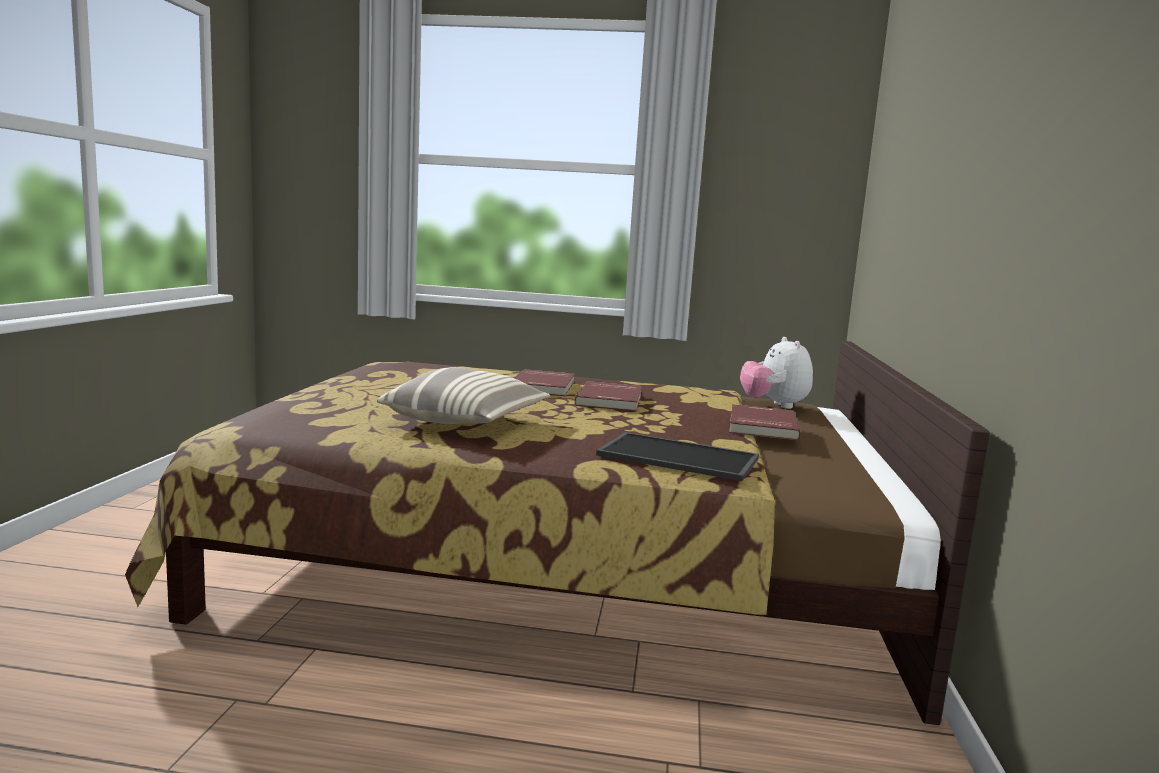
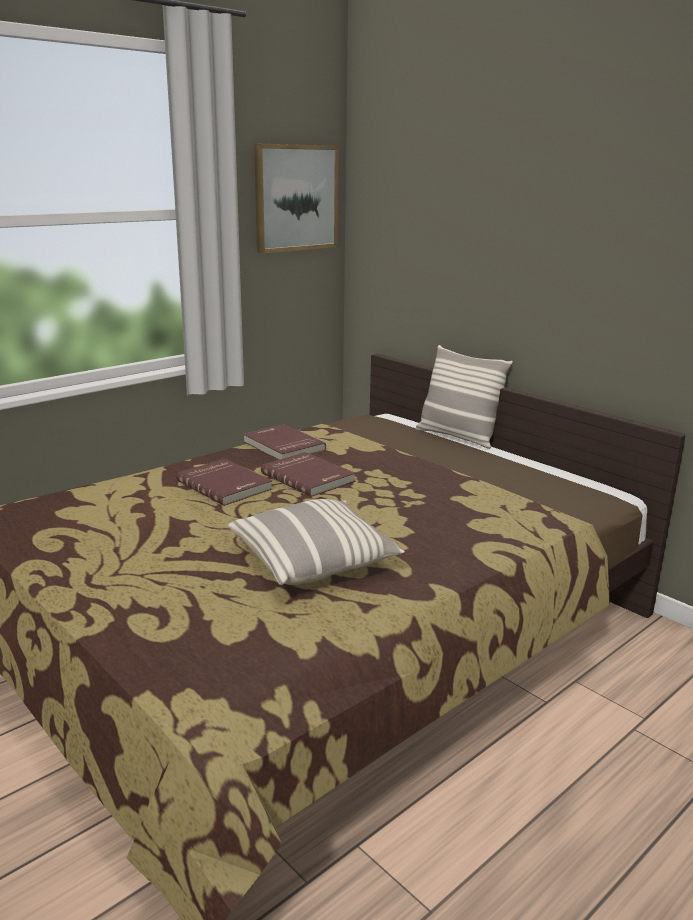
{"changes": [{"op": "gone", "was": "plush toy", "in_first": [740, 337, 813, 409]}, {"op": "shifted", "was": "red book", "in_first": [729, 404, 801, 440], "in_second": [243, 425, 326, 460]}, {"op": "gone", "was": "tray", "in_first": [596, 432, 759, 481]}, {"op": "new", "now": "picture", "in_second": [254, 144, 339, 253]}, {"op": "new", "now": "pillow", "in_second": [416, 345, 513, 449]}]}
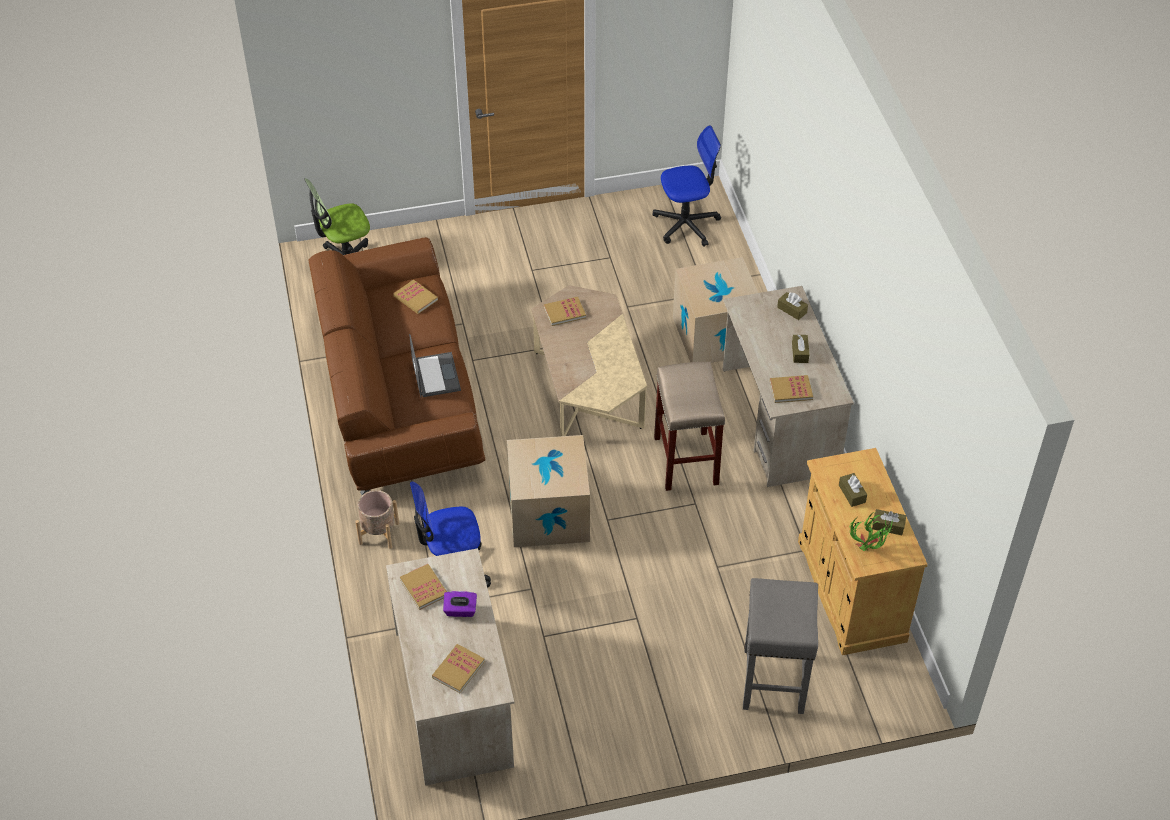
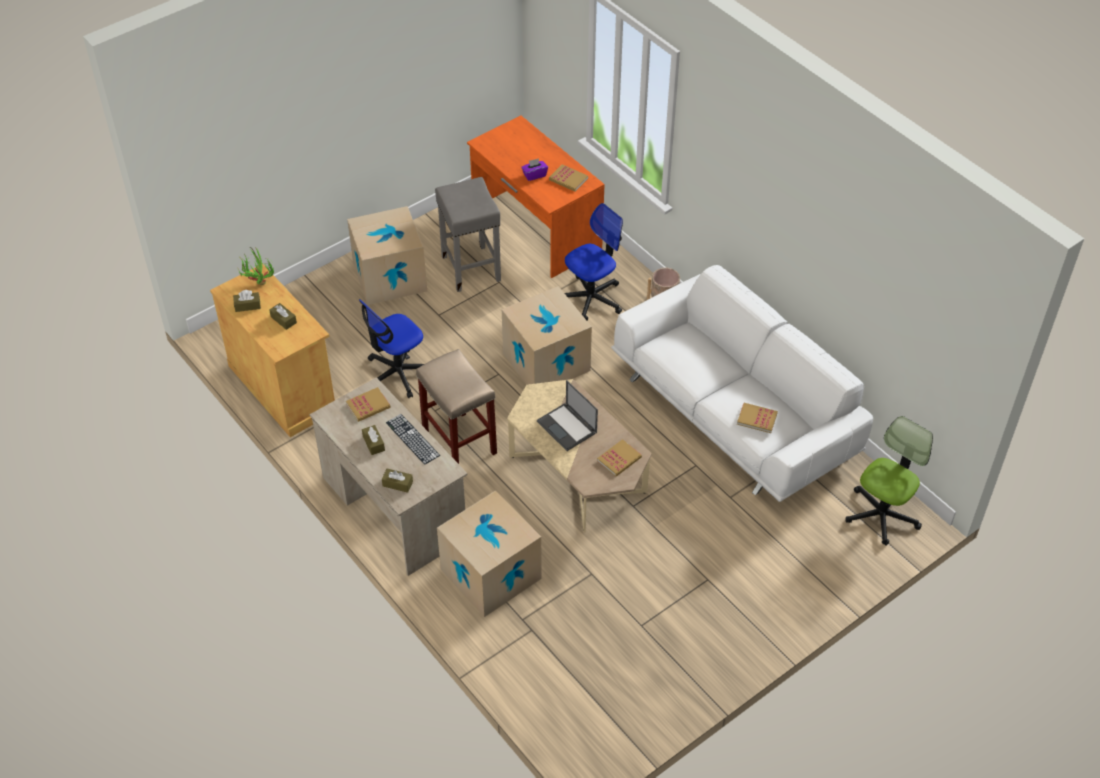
{"changes": [{"op": "shifted", "was": "office chair", "in_first": [652, 125, 721, 247], "in_second": [359, 299, 424, 398]}, {"op": "repainted", "was": "brown sofa", "now": "white sofa", "in_first": [308, 237, 486, 495], "in_second": [611, 265, 873, 502]}, {"op": "shifted", "was": "laptop", "in_first": [409, 334, 461, 398], "in_second": [537, 380, 598, 451]}, {"op": "repainted", "was": "beige desk", "now": "orange desk", "in_first": [386, 548, 514, 786], "in_second": [467, 116, 605, 278]}, {"op": "shifted", "was": "grey stool", "in_first": [743, 578, 818, 714], "in_second": [435, 177, 501, 292]}, {"op": "gone", "was": "book", "in_first": [432, 644, 485, 693]}, {"op": "new", "now": "cardboard box", "in_second": [347, 206, 427, 305]}, {"op": "new", "now": "keyboard", "in_second": [386, 414, 440, 465]}]}
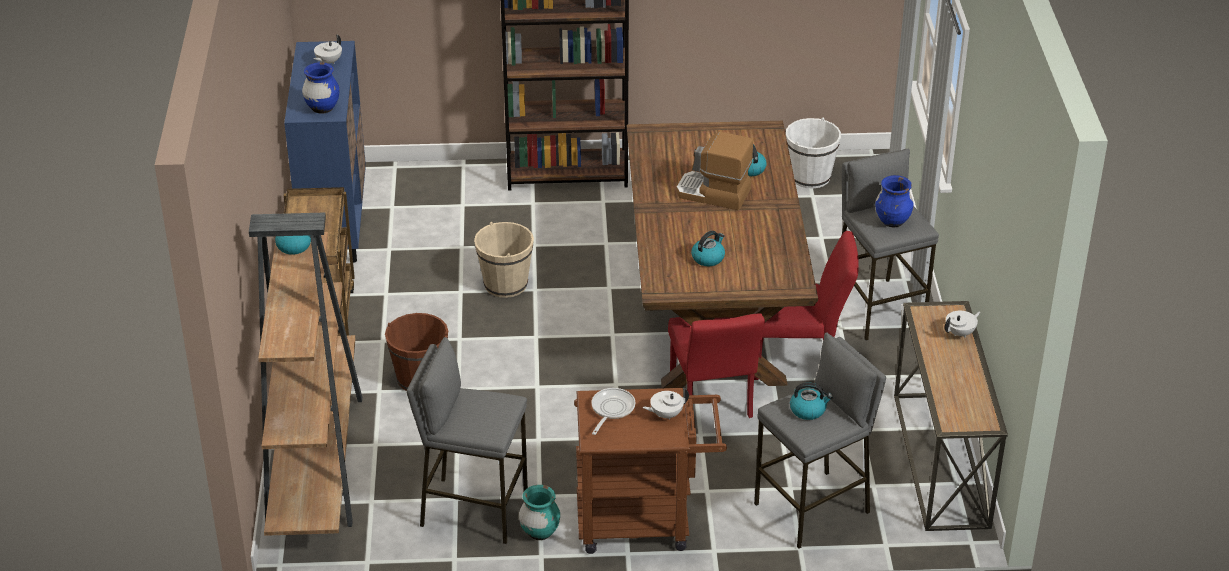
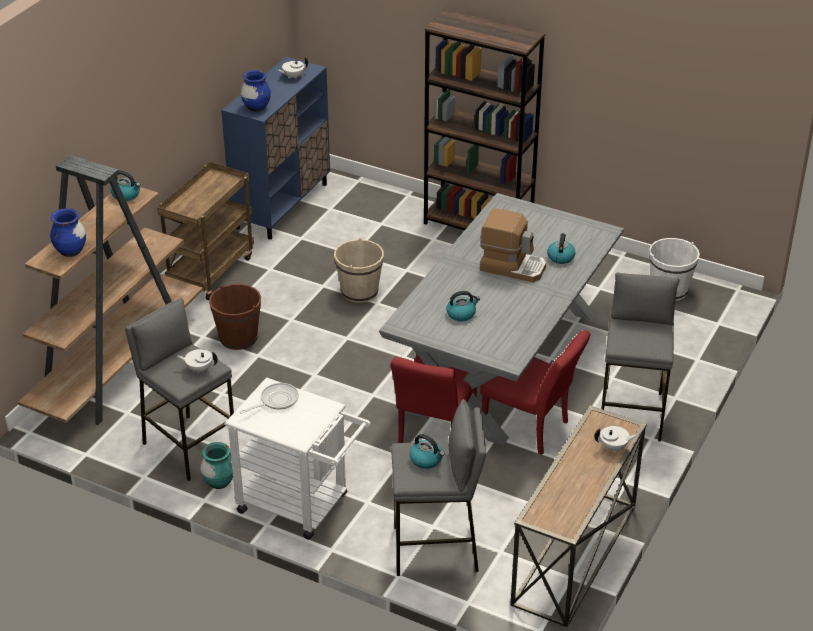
{"changes": [{"op": "repainted", "was": "brown dining table", "now": "grey dining table", "in_first": [627, 121, 818, 388], "in_second": [379, 193, 624, 446]}, {"op": "rotated", "was": "coffee machine", "in_first": [676, 132, 753, 210], "in_second": [480, 208, 546, 282], "clockwise": 150}, {"op": "shifted", "was": "blue vase", "in_first": [875, 175, 914, 227], "in_second": [50, 208, 86, 257]}, {"op": "repainted", "was": "brown cart", "now": "white cart", "in_first": [574, 388, 727, 554], "in_second": [224, 377, 371, 540]}, {"op": "shifted", "was": "white teapot", "in_first": [643, 388, 689, 420], "in_second": [178, 349, 218, 374]}]}
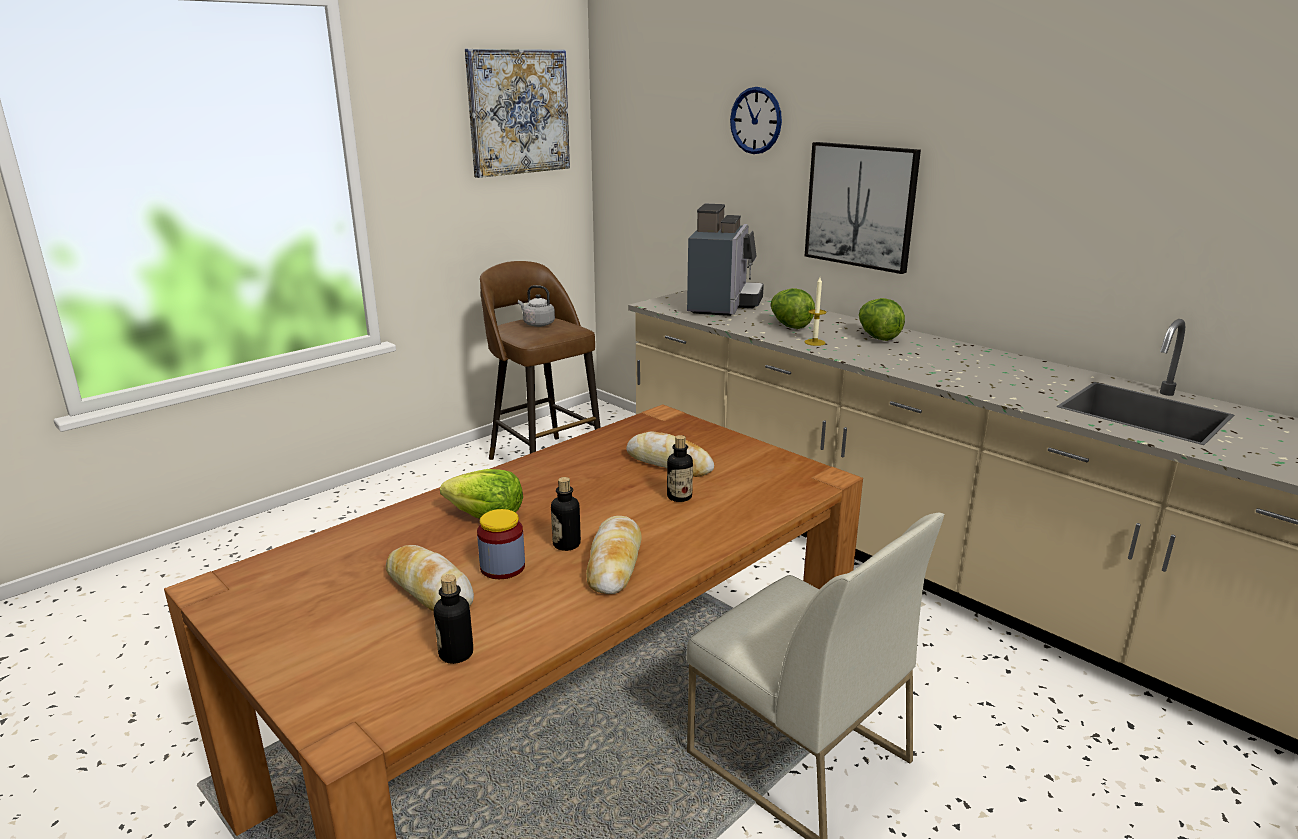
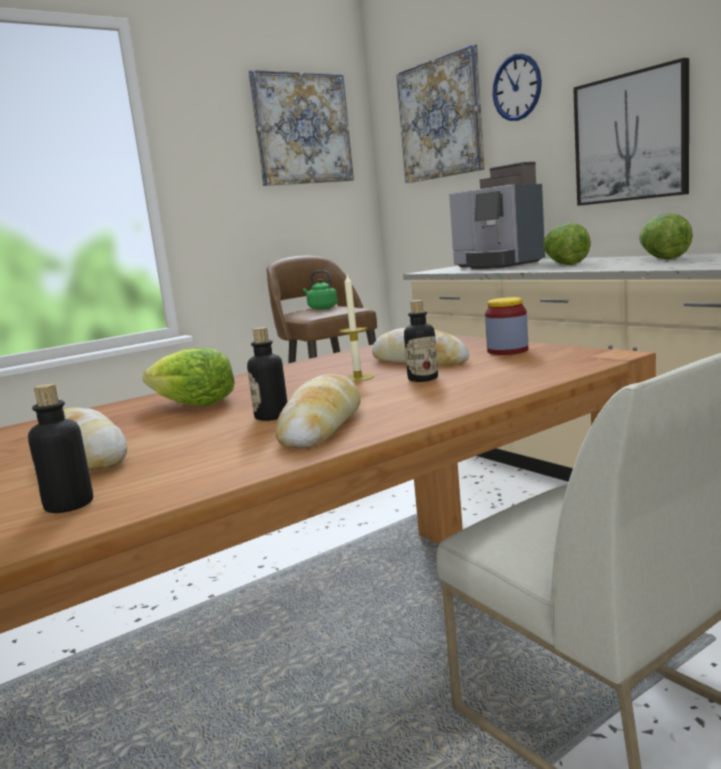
{"changes": [{"op": "rotated", "was": "coffee machine", "in_first": [687, 204, 764, 316], "in_second": [449, 162, 545, 269], "clockwise": 120}, {"op": "shifted", "was": "candle", "in_first": [804, 277, 826, 346], "in_second": [339, 275, 374, 382]}, {"op": "repainted", "was": "grey kettle", "now": "green kettle", "in_first": [518, 285, 555, 327], "in_second": [303, 270, 338, 309]}, {"op": "shifted", "was": "jar", "in_first": [477, 509, 525, 579], "in_second": [485, 297, 528, 355]}, {"op": "new", "now": "picture", "in_second": [396, 44, 485, 183]}]}
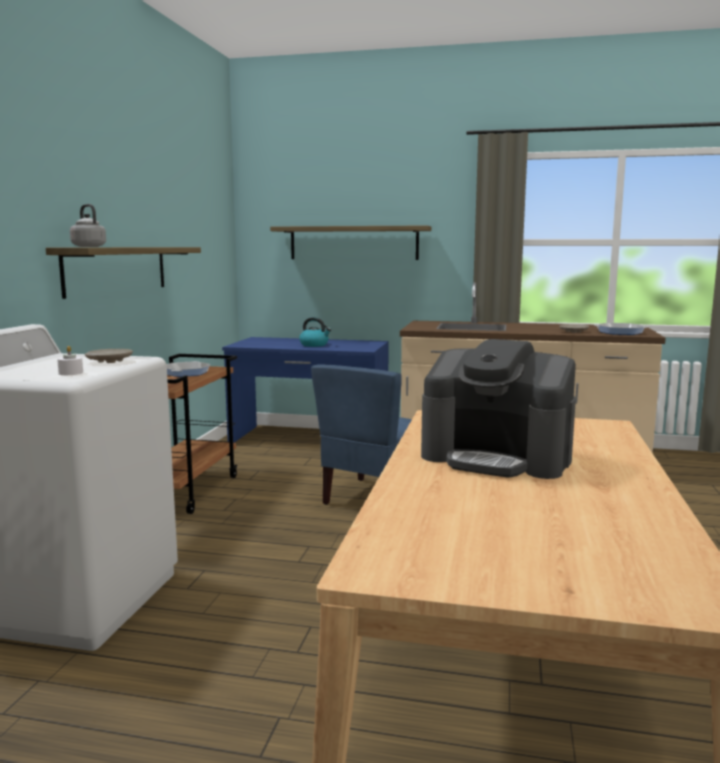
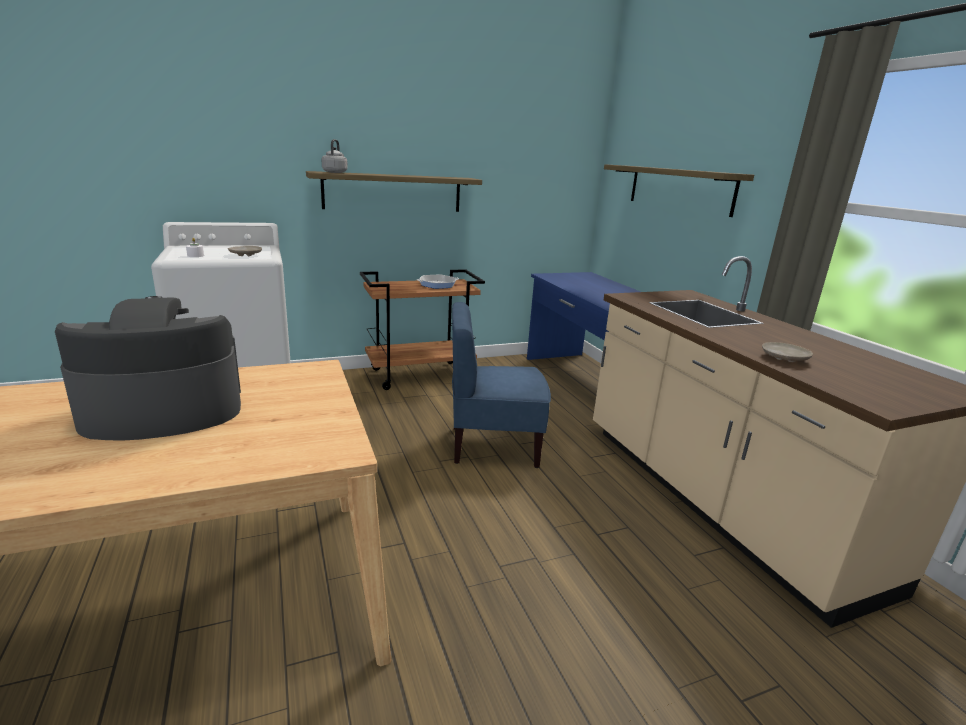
{"changes": [{"op": "gone", "was": "kettle", "in_first": [299, 317, 331, 347]}, {"op": "gone", "was": "frying pan", "in_first": [594, 323, 649, 335]}, {"op": "rotated", "was": "coffee machine", "in_first": [421, 339, 576, 479], "in_second": [55, 296, 241, 440], "clockwise": 75}]}
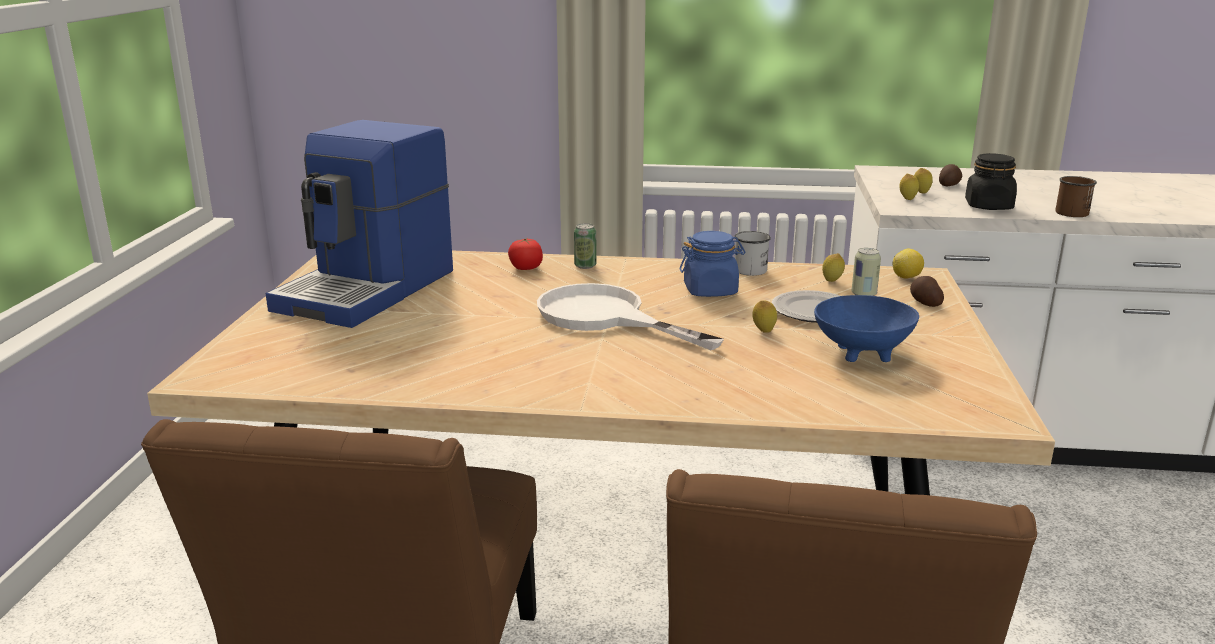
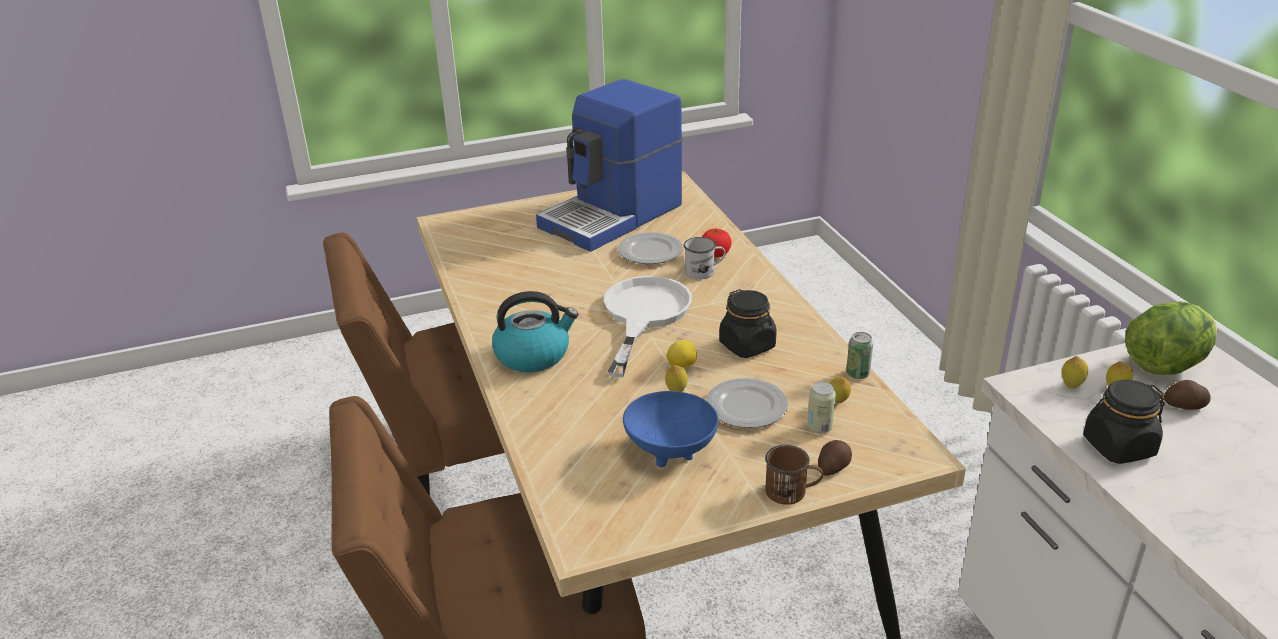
{"changes": [{"op": "rotated", "was": "coffee machine", "in_first": [266, 120, 453, 328], "in_second": [536, 79, 683, 252], "clockwise": -45}, {"op": "shifted", "was": "brown mug", "in_first": [1055, 176, 1097, 217], "in_second": [765, 445, 823, 505]}, {"op": "shifted", "was": "can", "in_first": [574, 223, 596, 269], "in_second": [846, 332, 873, 379]}, {"op": "repainted", "was": "blue jar", "now": "black jar", "in_first": [680, 231, 745, 297], "in_second": [719, 289, 777, 358]}, {"op": "shifted", "was": "white mug", "in_first": [734, 231, 771, 276], "in_second": [684, 237, 726, 280]}, {"op": "shifted", "was": "lemon", "in_first": [893, 249, 924, 279], "in_second": [667, 340, 697, 368]}, {"op": "new", "now": "plate", "in_second": [618, 232, 683, 264]}, {"op": "new", "now": "kettle", "in_second": [492, 291, 579, 373]}, {"op": "new", "now": "lettuce", "in_second": [1125, 302, 1217, 375]}]}
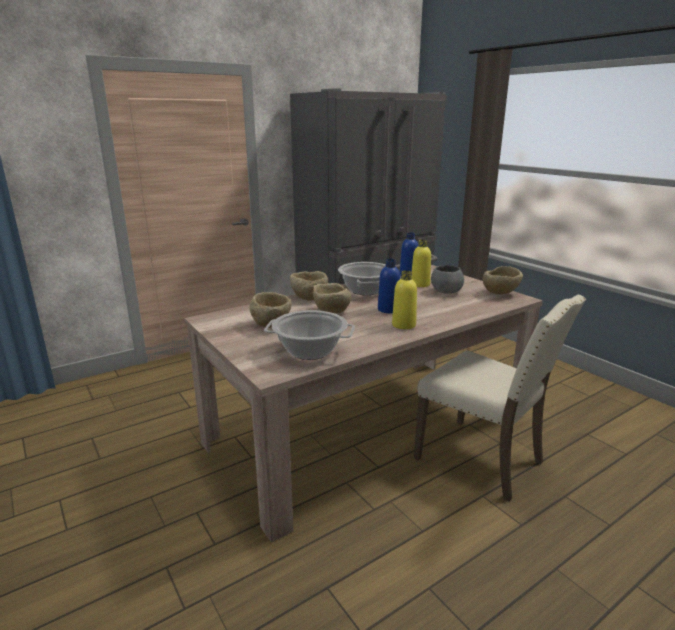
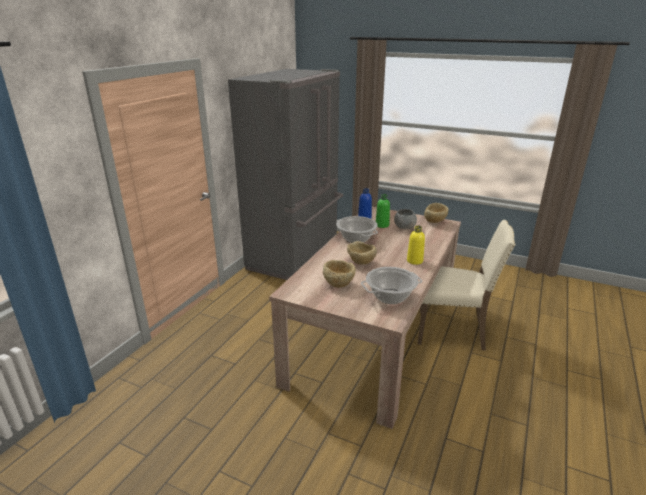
{"changes": [{"op": "repainted", "was": "yellow bottle", "now": "green bottle", "in_first": [412, 240, 431, 287], "in_second": [376, 194, 390, 228]}, {"op": "gone", "was": "blue bottle", "in_first": [378, 259, 400, 313]}, {"op": "gone", "was": "beige bowl", "in_first": [290, 271, 328, 301]}]}
